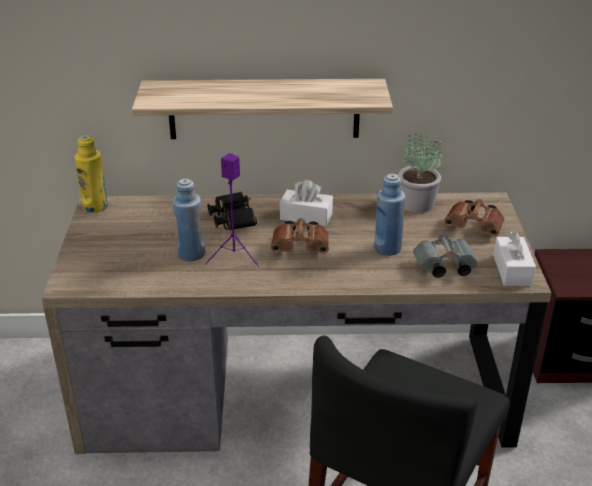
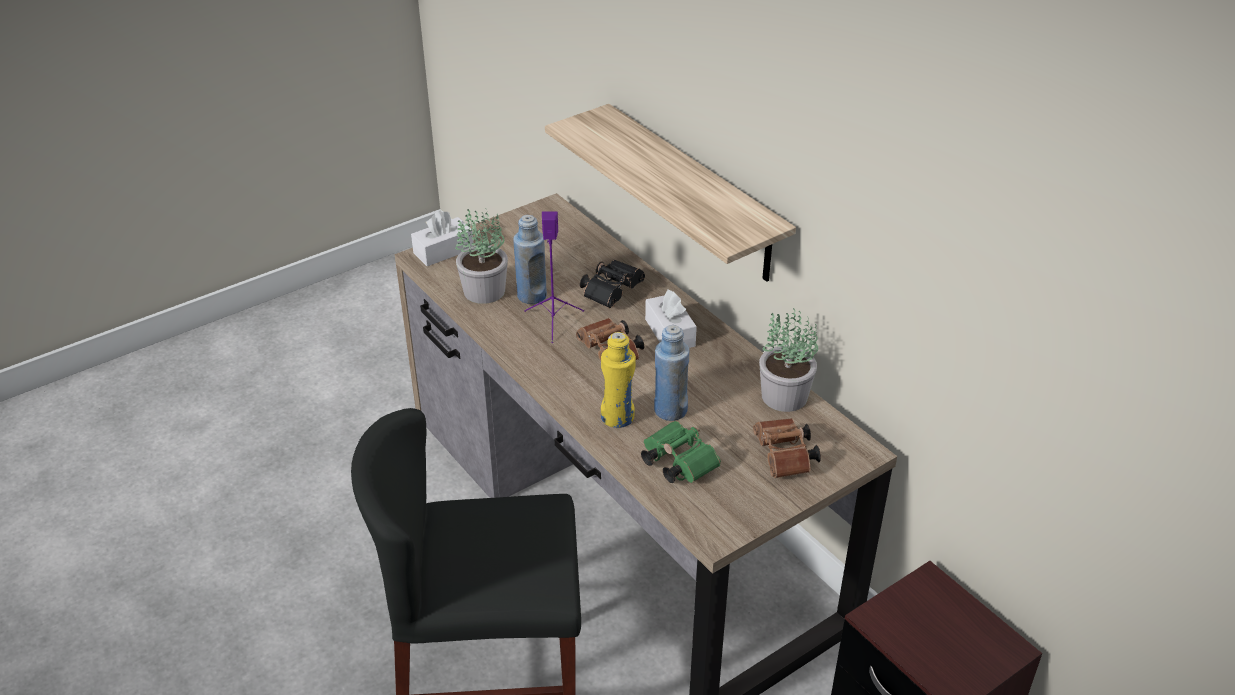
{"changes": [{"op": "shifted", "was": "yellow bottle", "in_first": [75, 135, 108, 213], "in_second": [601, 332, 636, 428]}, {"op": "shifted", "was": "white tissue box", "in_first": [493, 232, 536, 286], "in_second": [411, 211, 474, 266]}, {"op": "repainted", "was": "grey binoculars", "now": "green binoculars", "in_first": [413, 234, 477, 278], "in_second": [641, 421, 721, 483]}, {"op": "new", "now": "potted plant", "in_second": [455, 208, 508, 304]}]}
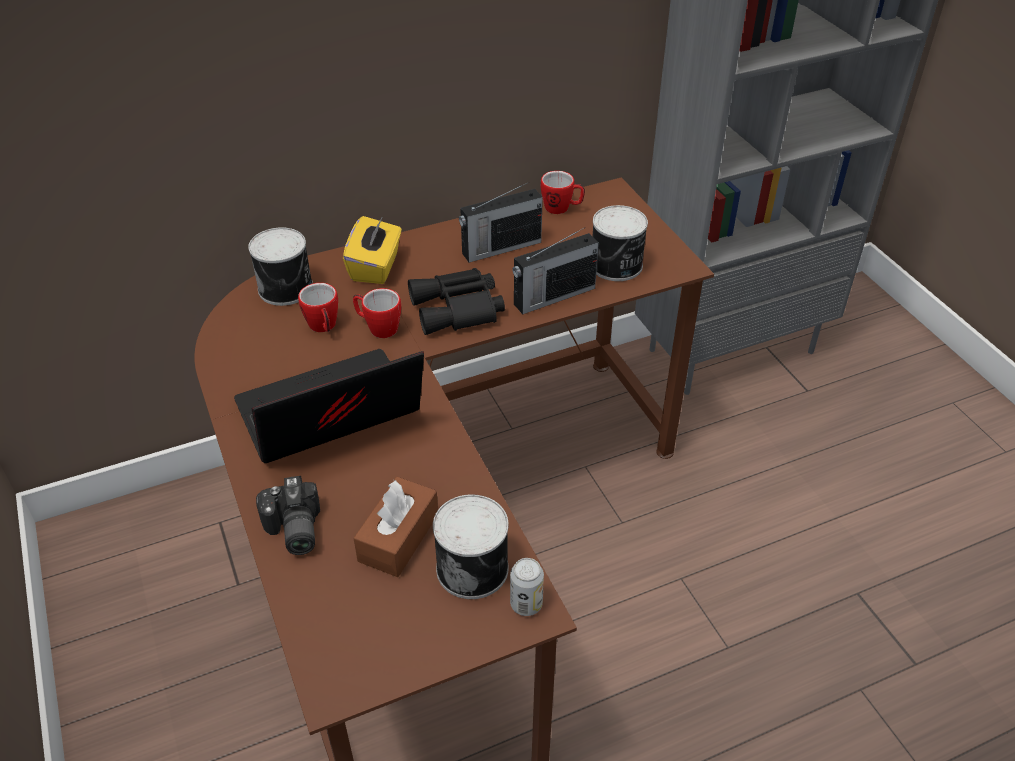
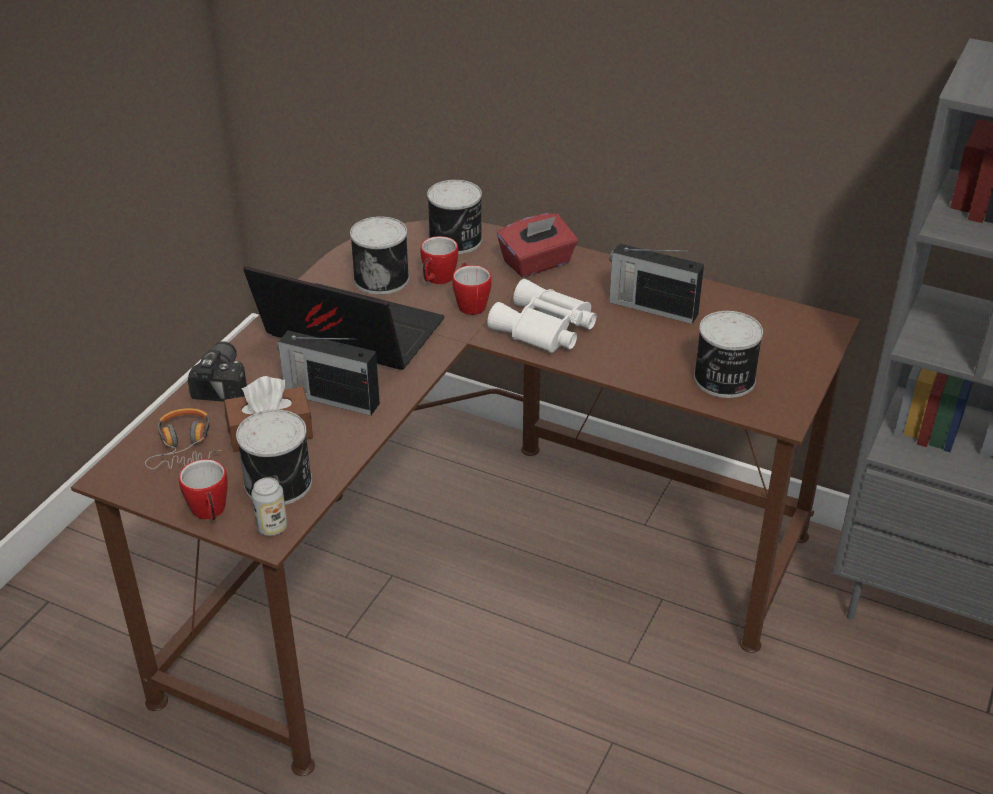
{"changes": [{"op": "shifted", "was": "mug", "in_first": [541, 171, 585, 214], "in_second": [179, 459, 228, 520]}, {"op": "repainted", "was": "yellow tissue box", "now": "red tissue box", "in_first": [343, 216, 402, 284], "in_second": [497, 213, 578, 277]}, {"op": "shifted", "was": "radio", "in_first": [512, 227, 599, 314], "in_second": [277, 331, 380, 416]}, {"op": "repainted", "was": "black binoculars", "now": "white binoculars", "in_first": [408, 268, 505, 335], "in_second": [487, 279, 596, 353]}, {"op": "rotated", "was": "photo camera", "in_first": [256, 476, 320, 555], "in_second": [188, 341, 247, 402], "clockwise": 150}, {"op": "new", "now": "can", "in_second": [350, 216, 409, 295]}, {"op": "new", "now": "headphones", "in_second": [145, 408, 222, 469]}]}
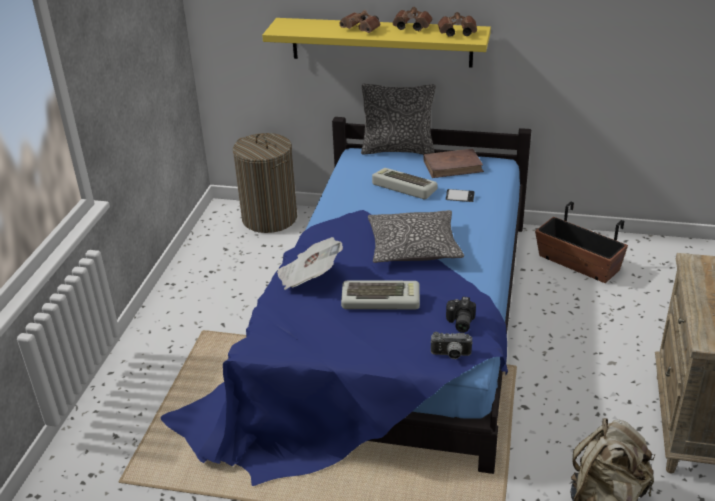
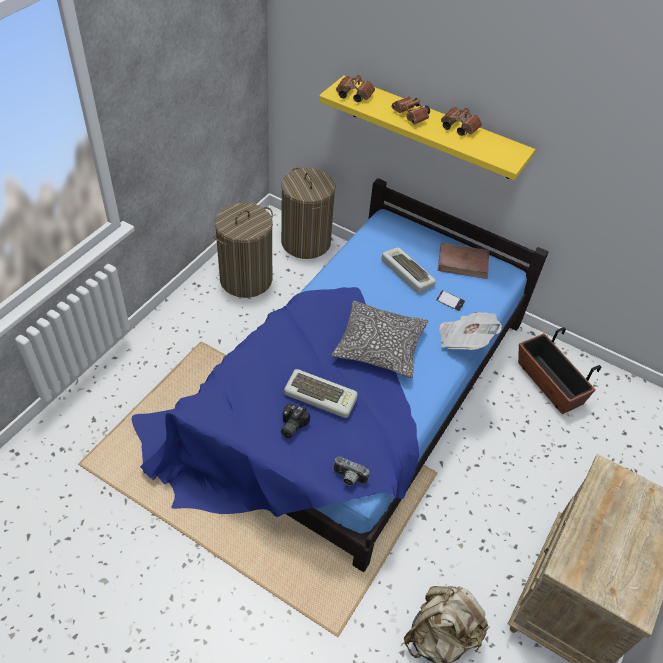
{"changes": [{"op": "shifted", "was": "brown binoculars", "in_first": [438, 12, 477, 37], "in_second": [336, 75, 375, 102]}, {"op": "gone", "was": "pillow", "in_first": [361, 84, 436, 155]}, {"op": "shifted", "was": "newspaper", "in_first": [277, 237, 343, 290], "in_second": [439, 312, 502, 350]}, {"op": "shifted", "was": "photo camera", "in_first": [446, 297, 476, 333], "in_second": [281, 404, 310, 438]}, {"op": "new", "now": "laundry basket", "in_second": [213, 203, 273, 298]}]}
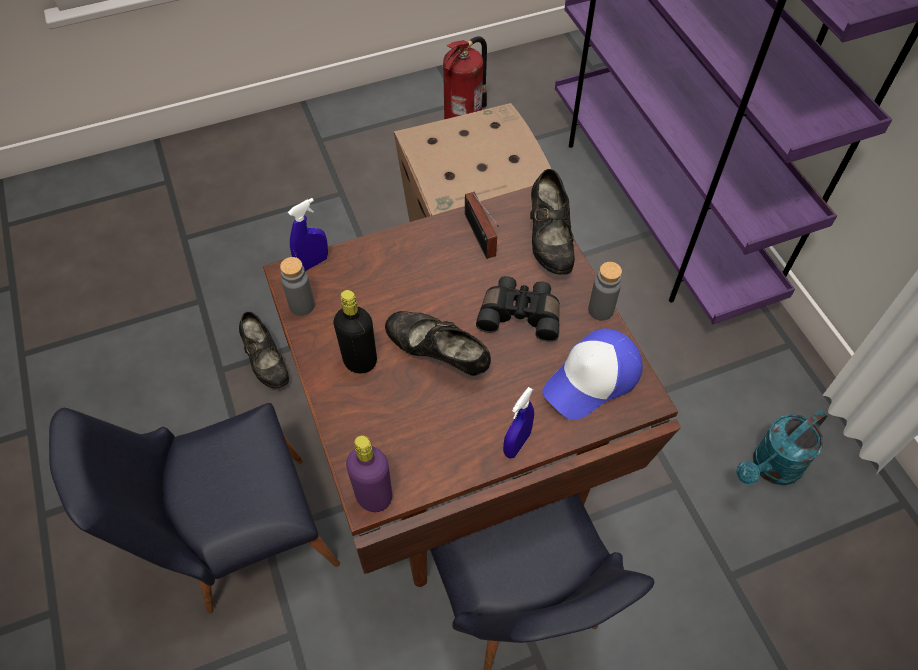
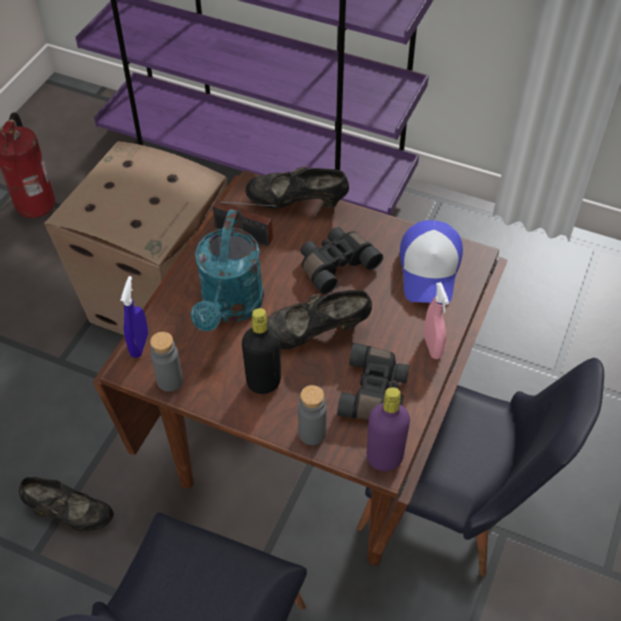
{"changes": [{"op": "rotated", "was": "black shoe", "in_first": [530, 169, 575, 275], "in_second": [245, 166, 349, 209], "clockwise": 150}, {"op": "shifted", "was": "grey bottle", "in_first": [588, 262, 622, 321], "in_second": [298, 385, 327, 445]}, {"op": "repainted", "was": "blue spray bottle", "now": "pink spray bottle", "in_first": [503, 387, 534, 458], "in_second": [424, 282, 449, 359]}, {"op": "shifted", "was": "turquoise watering can", "in_first": [736, 410, 828, 485], "in_second": [190, 209, 264, 331]}, {"op": "new", "now": "black binoculars", "in_second": [337, 343, 409, 420]}]}
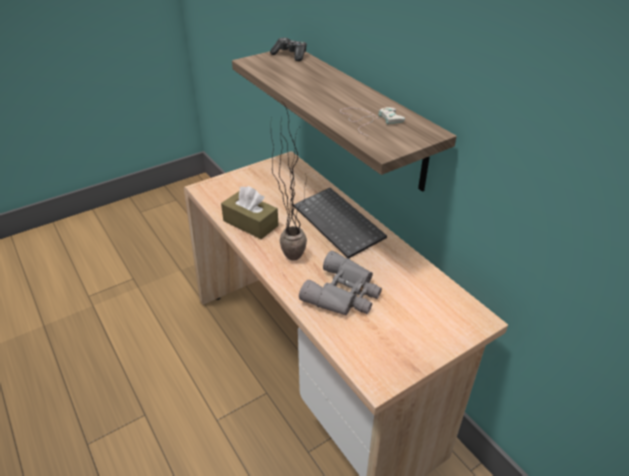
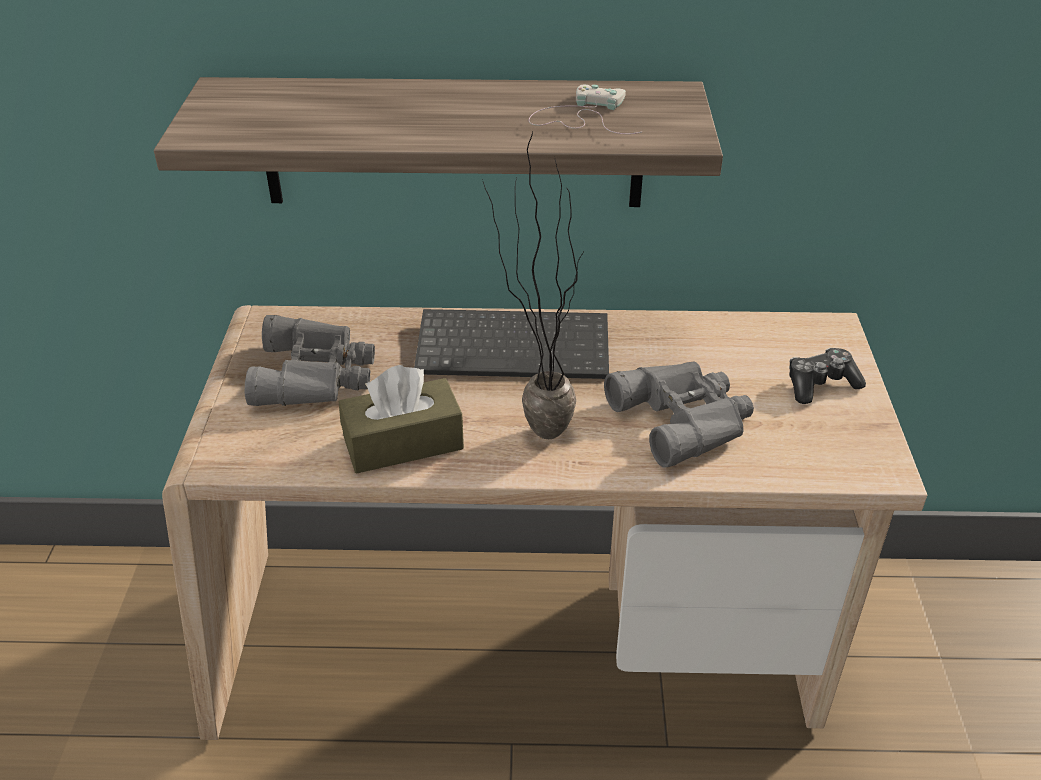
{"changes": [{"op": "shifted", "was": "game controller", "in_first": [270, 38, 307, 61], "in_second": [789, 348, 866, 404]}, {"op": "new", "now": "grey binoculars", "in_second": [245, 315, 375, 406]}]}
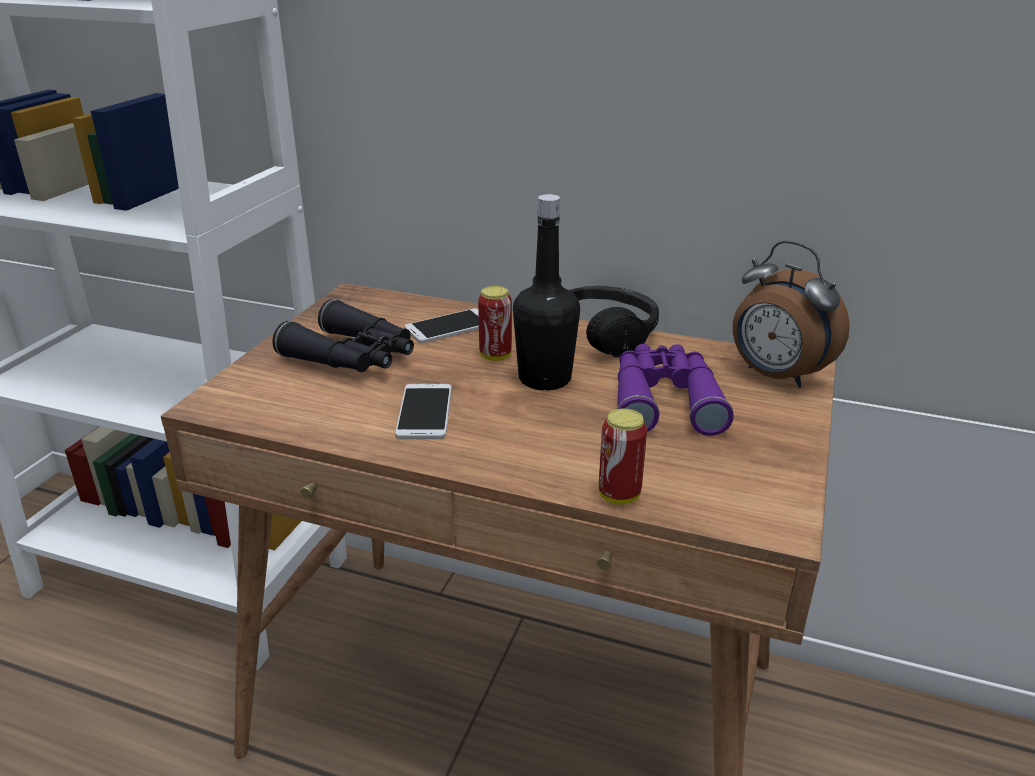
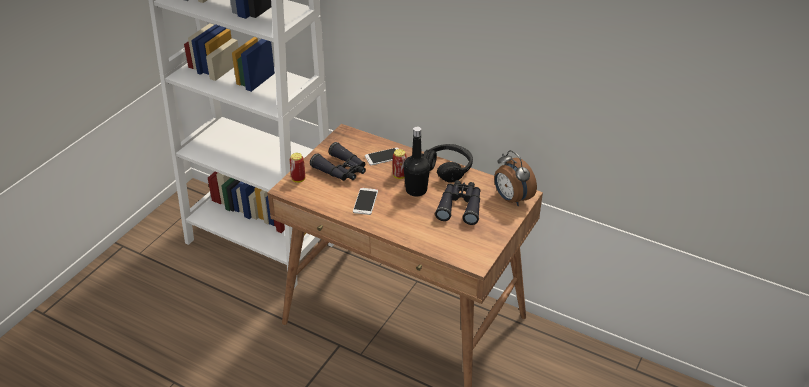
{"changes": [{"op": "repainted", "was": "purple binoculars", "now": "black binoculars", "in_first": [617, 344, 734, 436], "in_second": [435, 180, 480, 225]}, {"op": "shifted", "was": "can", "in_first": [599, 409, 647, 505], "in_second": [290, 153, 305, 183]}]}
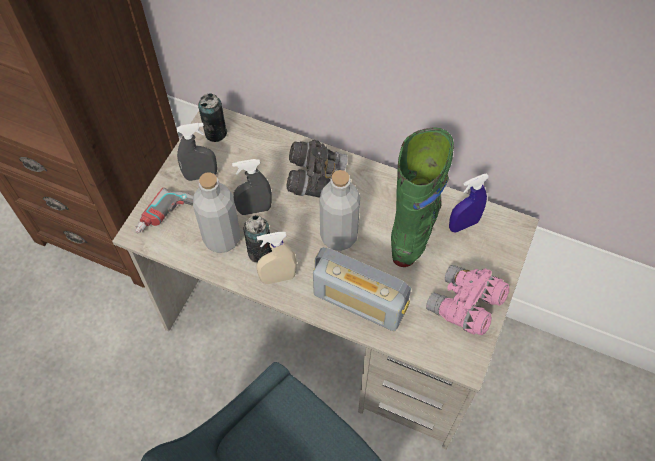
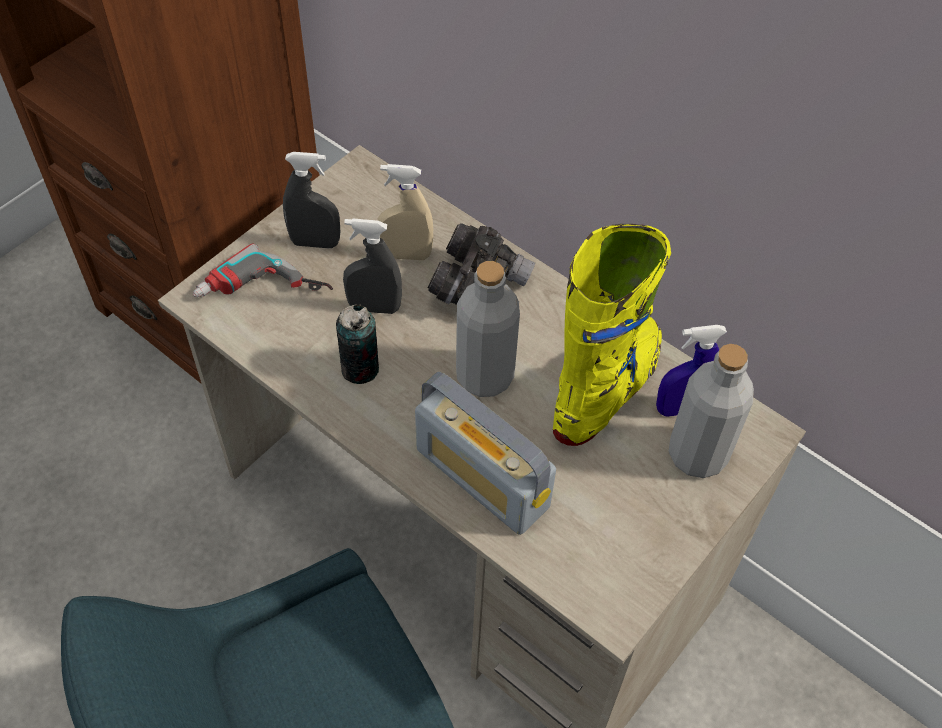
{"changes": [{"op": "gone", "was": "can", "in_first": [198, 93, 227, 142]}, {"op": "repainted", "was": "green boot", "now": "yellow boot", "in_first": [391, 128, 454, 267], "in_second": [553, 224, 671, 446]}, {"op": "shifted", "was": "grey bottle", "in_first": [193, 172, 240, 253], "in_second": [669, 344, 754, 478]}, {"op": "shifted", "was": "beige spray bottle", "in_first": [256, 232, 297, 284], "in_second": [377, 164, 433, 260]}, {"op": "gone", "was": "pink binoculars", "in_first": [426, 265, 509, 335]}]}
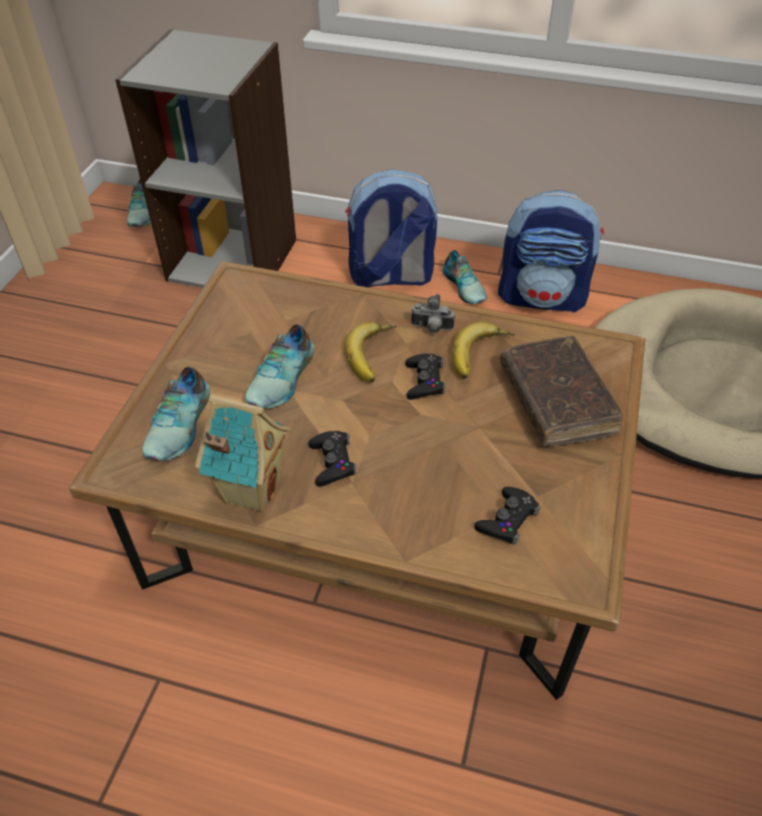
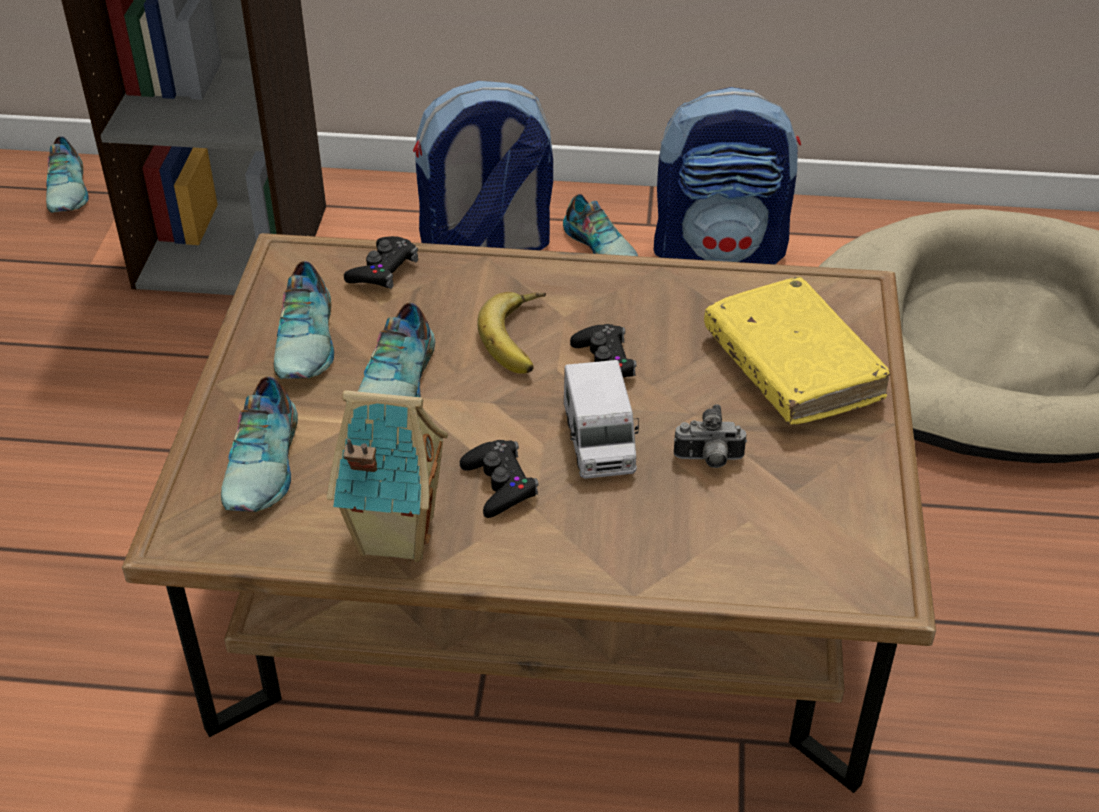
{"changes": [{"op": "shifted", "was": "photo camera", "in_first": [411, 294, 455, 333], "in_second": [674, 404, 747, 468]}, {"op": "gone", "was": "banana", "in_first": [452, 322, 515, 378]}, {"op": "repainted", "was": "brown book", "now": "yellow book", "in_first": [500, 336, 623, 446], "in_second": [704, 277, 890, 425]}, {"op": "shifted", "was": "black game controller", "in_first": [474, 487, 541, 545], "in_second": [344, 236, 418, 289]}, {"op": "new", "now": "shoe", "in_second": [274, 261, 334, 379]}, {"op": "new", "now": "toy truck", "in_second": [564, 360, 639, 479]}]}
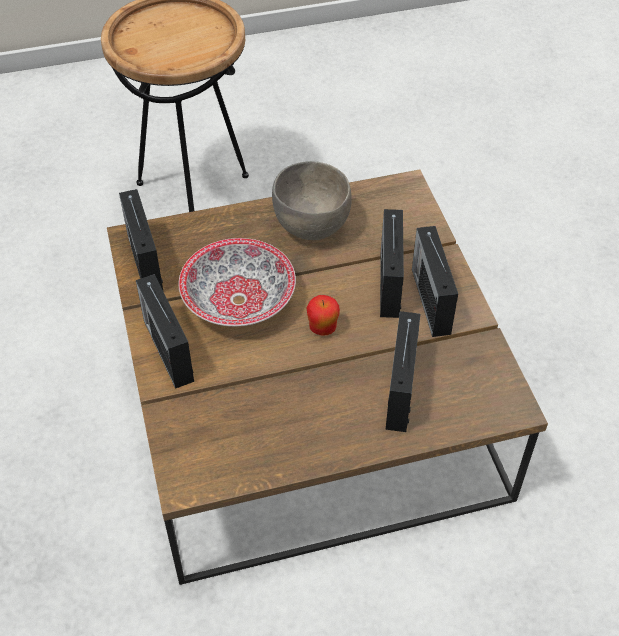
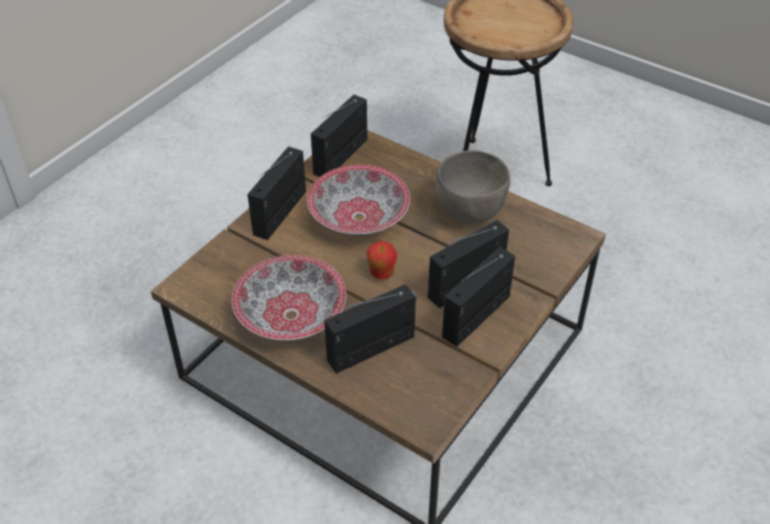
{"changes": [{"op": "new", "now": "bowl", "in_second": [232, 255, 346, 341]}]}
